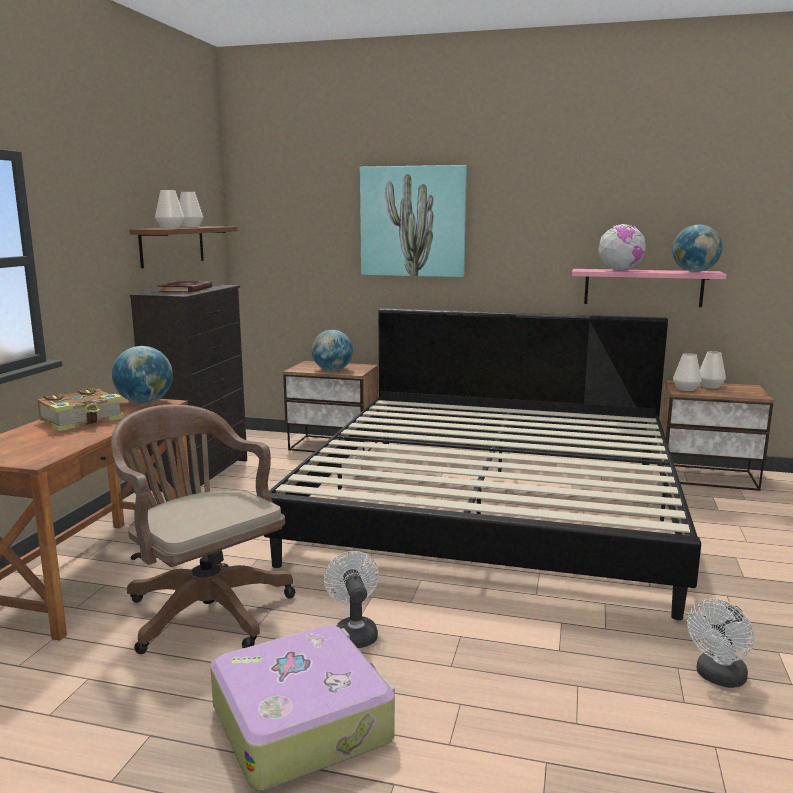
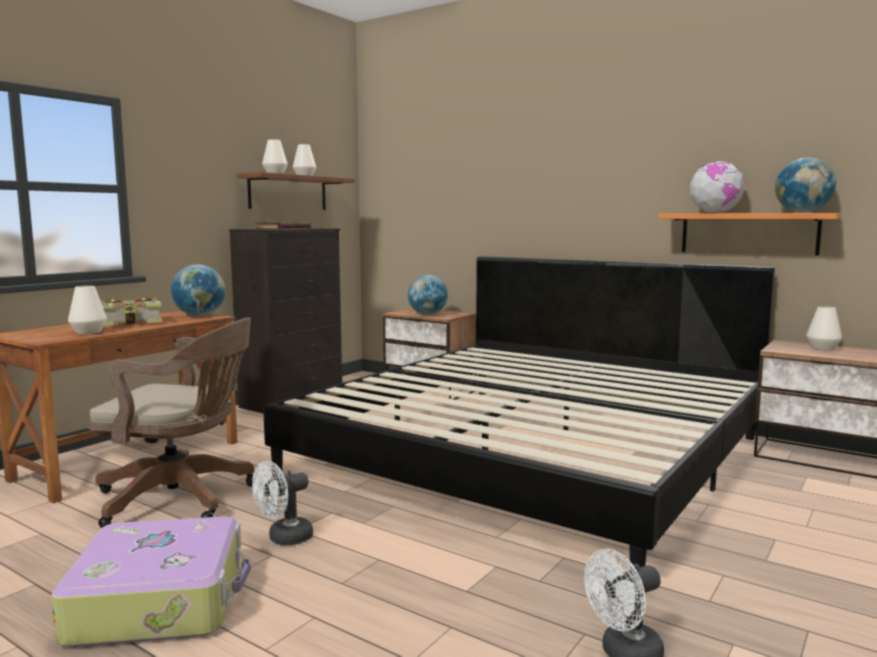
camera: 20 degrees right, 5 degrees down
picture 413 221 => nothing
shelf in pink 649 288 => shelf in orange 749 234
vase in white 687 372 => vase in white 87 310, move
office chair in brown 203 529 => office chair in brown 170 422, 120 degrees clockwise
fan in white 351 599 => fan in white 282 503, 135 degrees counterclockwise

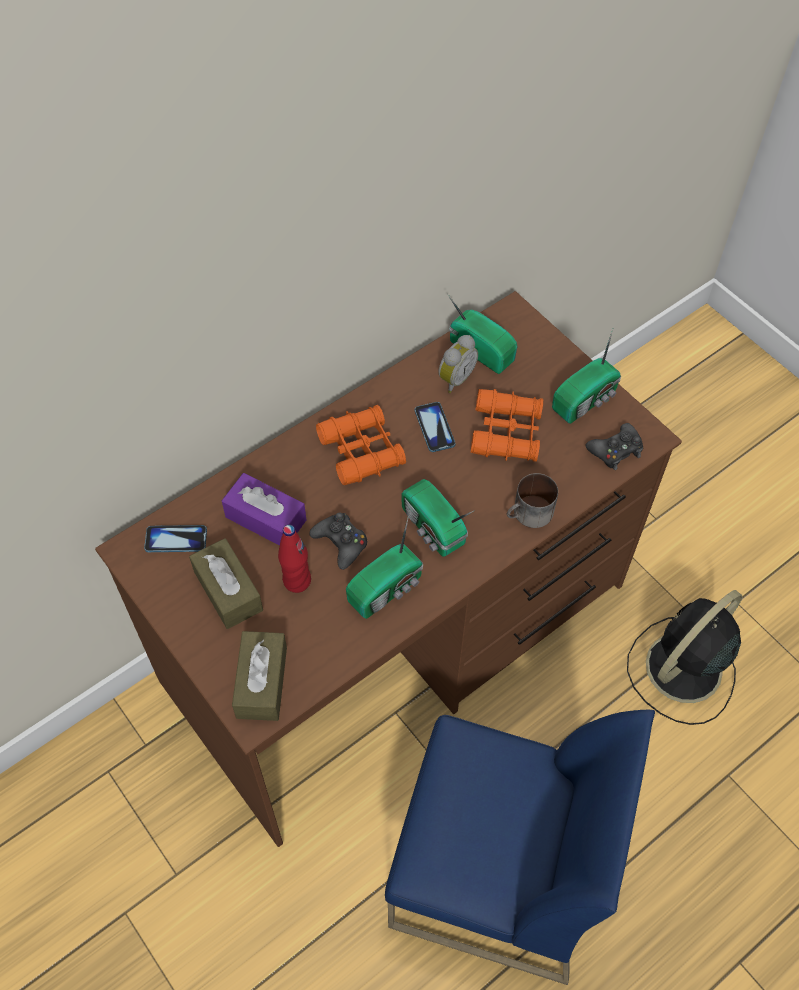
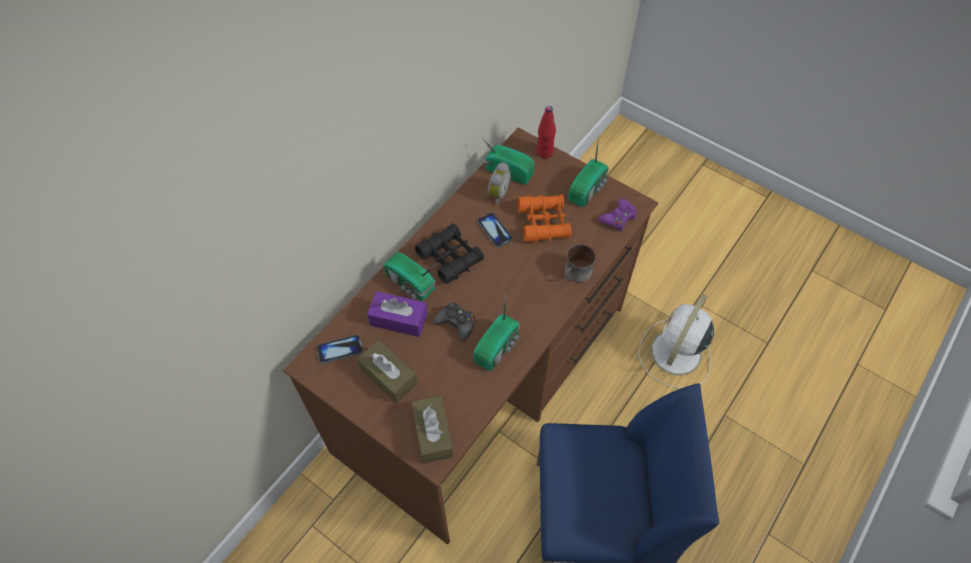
camera: 15 degrees left, 0 degrees up
binoculars in orange 361 445 => binoculars in black 449 254
game controller in black 614 446 => game controller in purple 617 214
radio 438 518 => radio 410 276, move
bottle in red 294 558 => bottle in red 546 132, move
fan in black 685 657 => fan in white 676 341

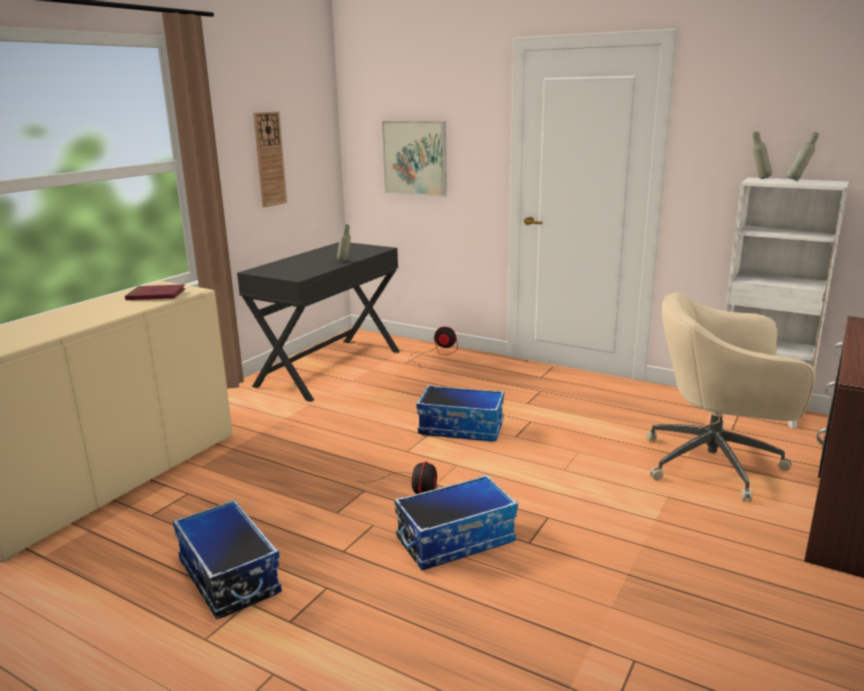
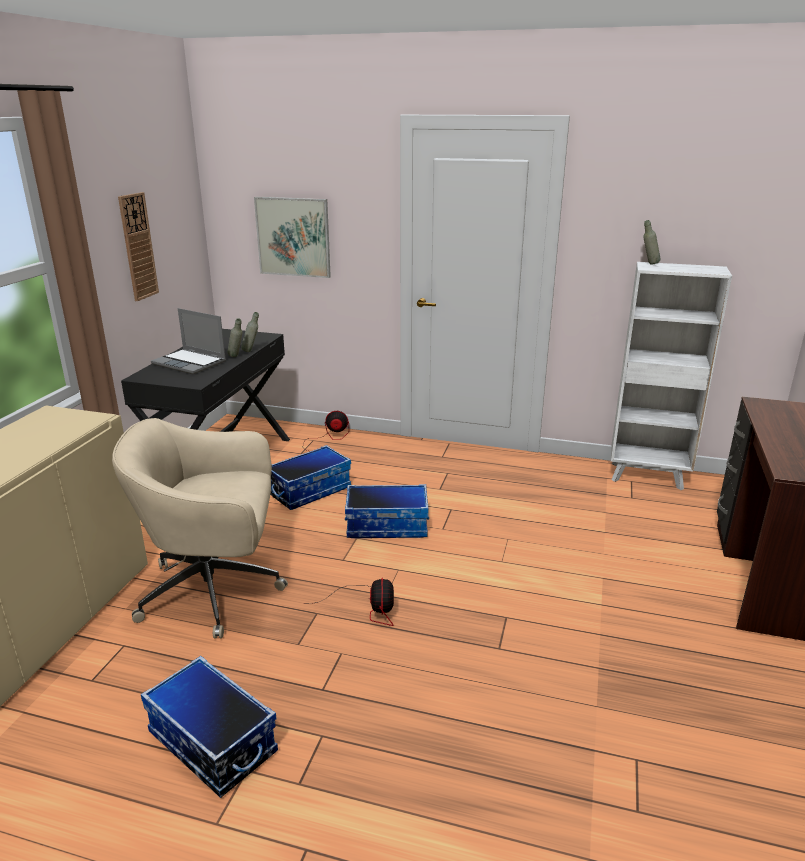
camera: 15 degrees left, 5 degrees up
bottle in grey 803 156 => bottle in grey 250 332, move
book in red 155 292 => nothing
office chair in beige 730 397 => office chair in beige 200 528, move
storage box 456 522 => storage box 310 477, move
nothing => laptop 188 341

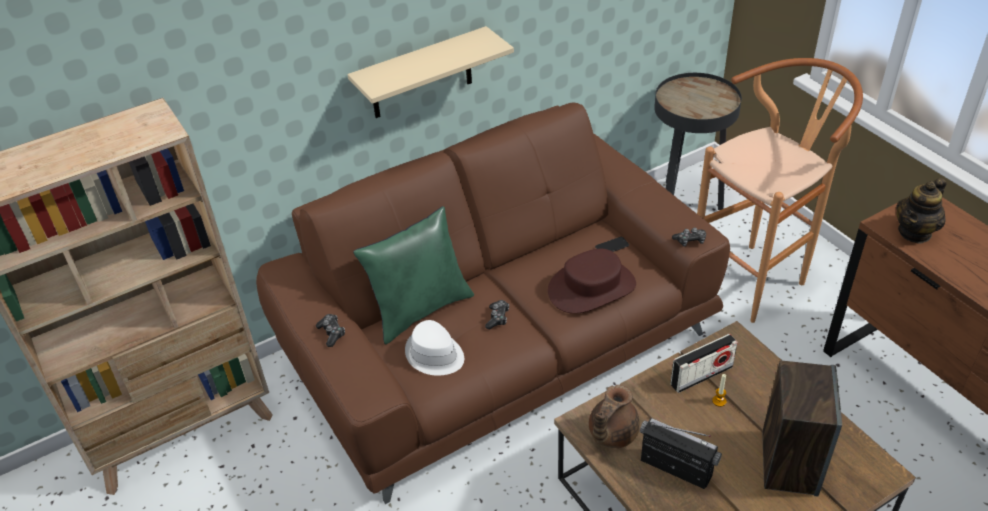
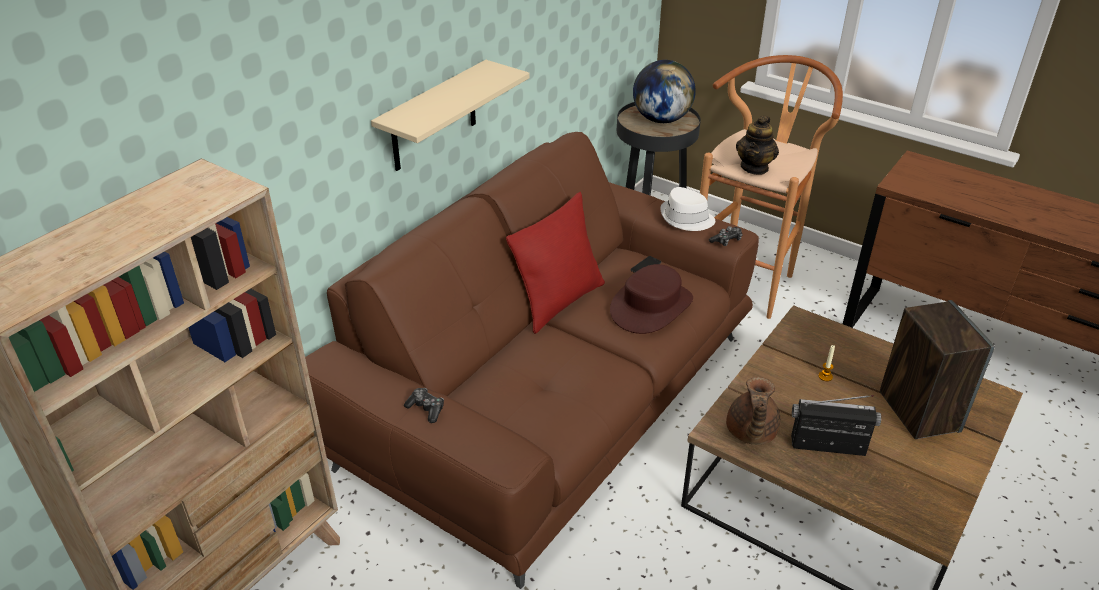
camera: 25 degrees left, 5 degrees down
teapot 921 211 => teapot 757 145, move
pillow in green 413 275 => nothing
game controller 497 314 => nothing
hat in white 434 348 => hat in white 687 209, move
radio 704 363 => nothing
nothing => globe 664 91
nothing => pillow in red 555 263

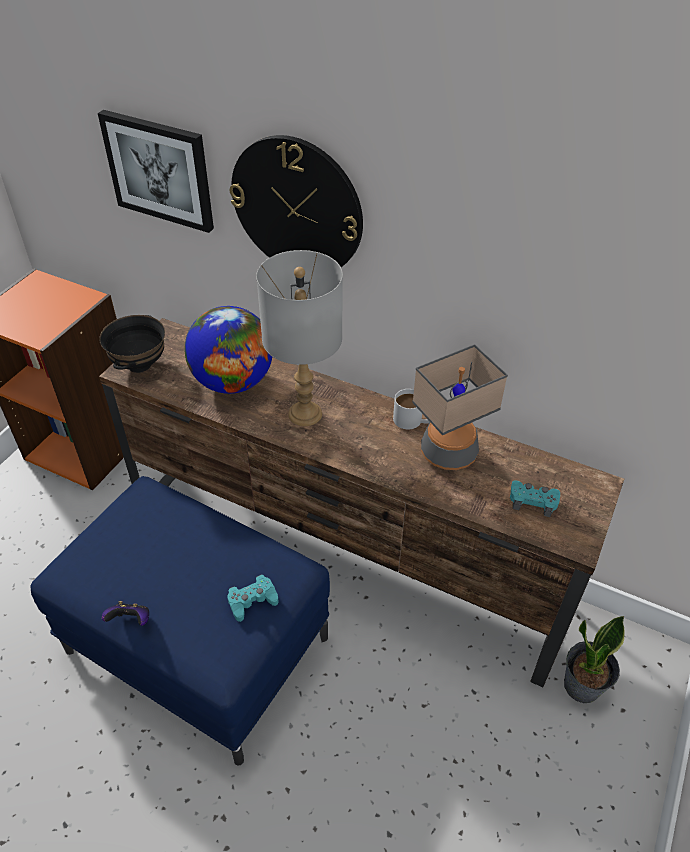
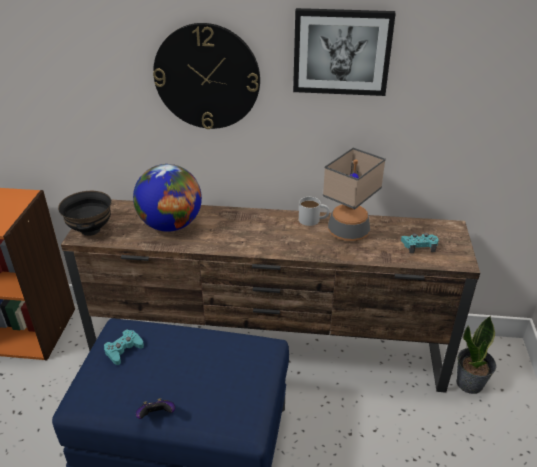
camera: 20 degrees left, 10 degrees down
picture 156 171 => picture 344 52, move
table lamp in grey 299 338 => nothing
game controller in turquoise 252 598 => game controller in turquoise 124 347, move

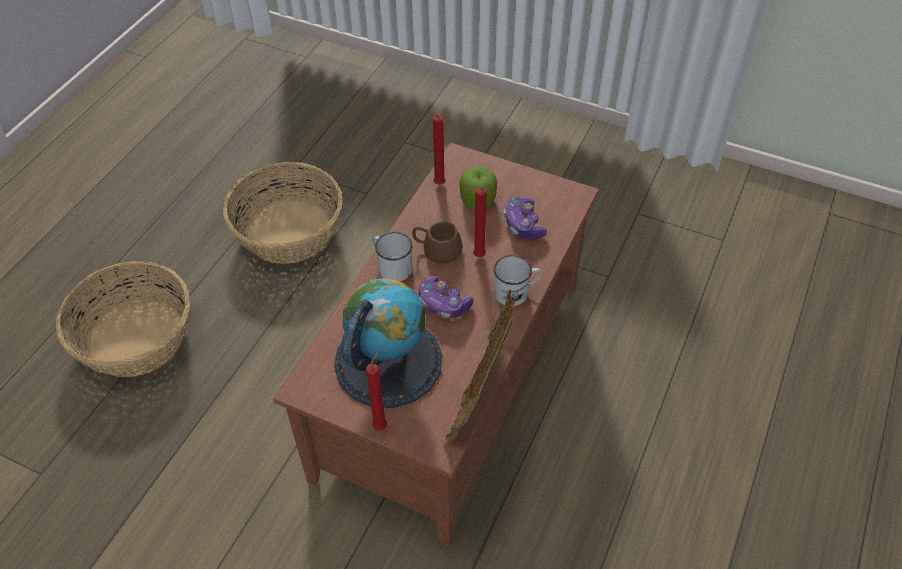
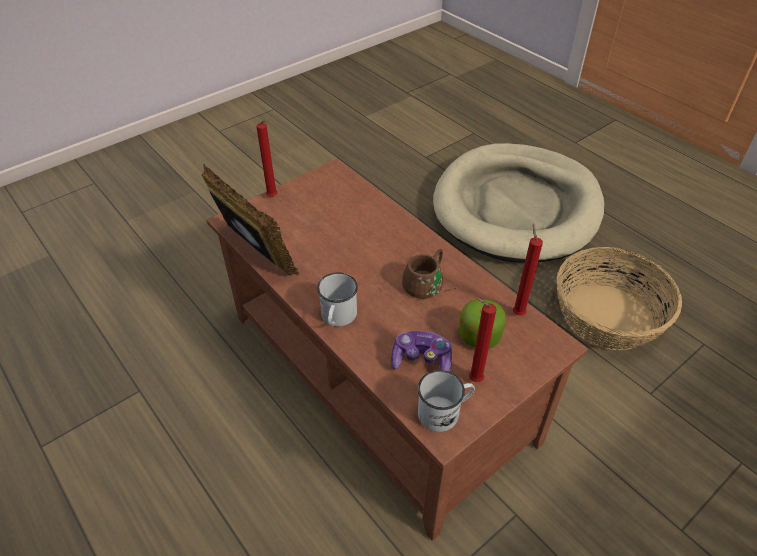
camera: 115 degrees right, 5 degrees down
candle in red 480 222 => candle in red 483 340, move
mug in white 393 256 => mug in white 446 401, move
basket 123 319 => dog bed in beige 518 203
game controller 446 297 => nothing
globe 388 343 => nothing

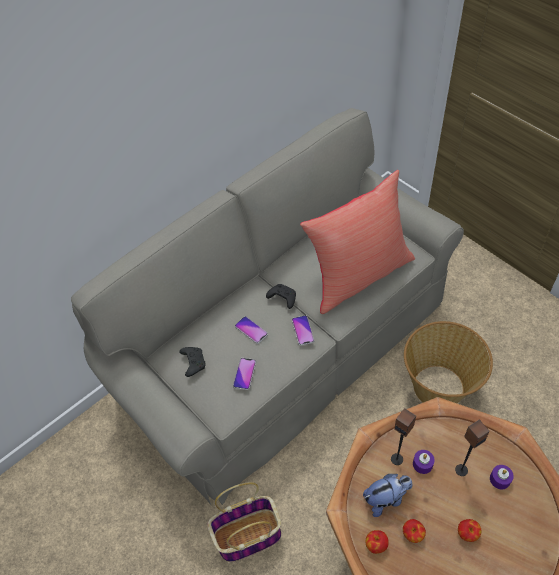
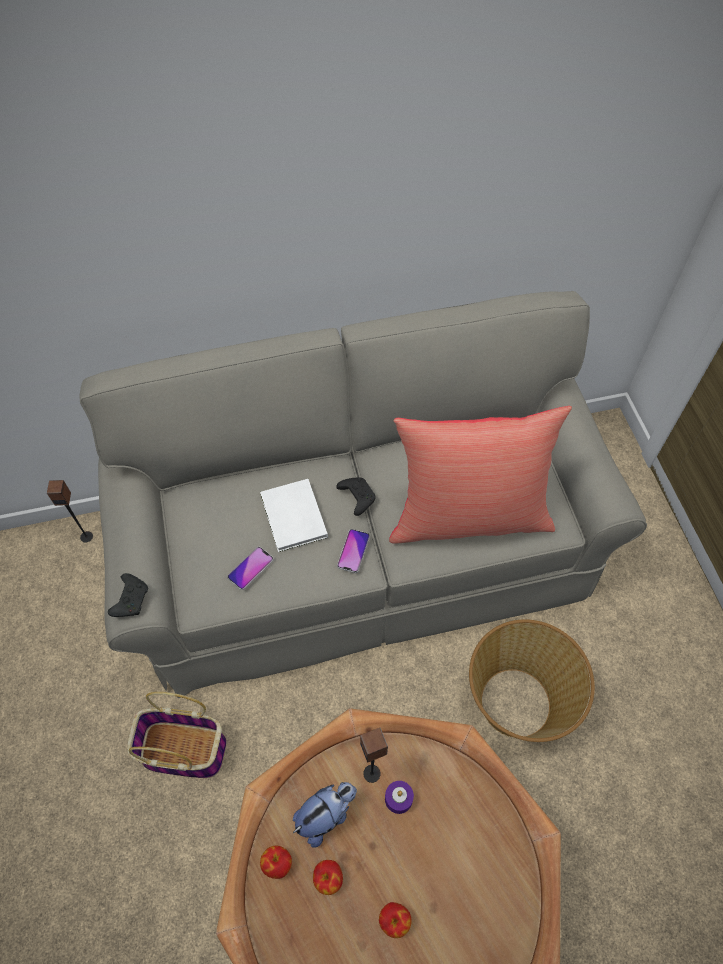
camera: 25 degrees right, 5 degrees up
phone 251 330 => book in white 294 515
game controller in black 192 362 => game controller in black 128 595, move
speaker 472 448 => speaker 70 511, move
candle in purple 502 477 => nothing
plush toy 387 495 => plush toy 325 815, 45 degrees counterclockwise

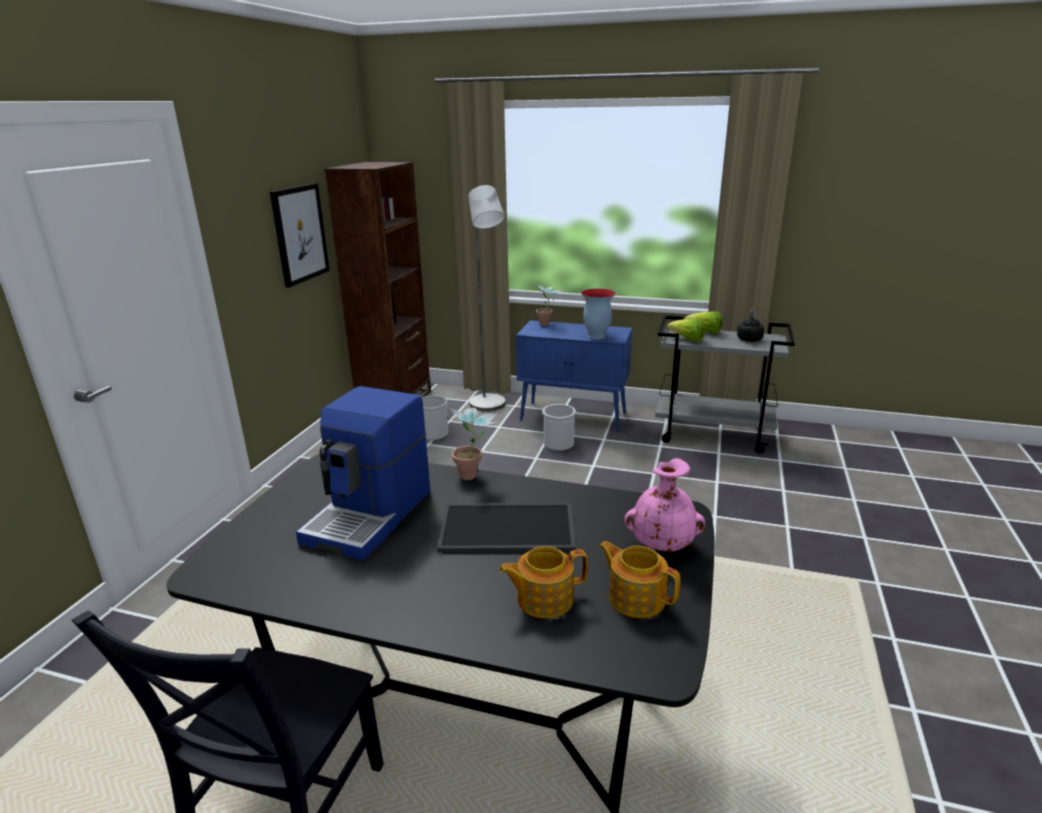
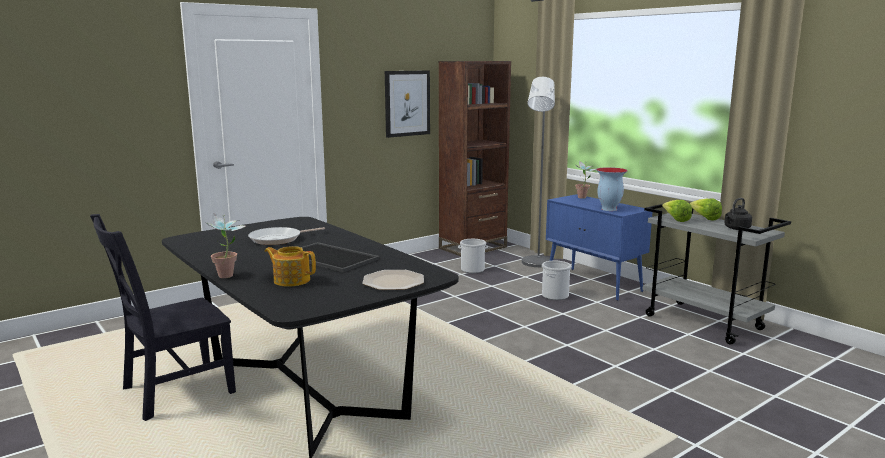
camera: 35 degrees right, 10 degrees down
coffee machine 363 473 => frying pan 286 236
potted plant 473 443 => potted plant 225 245, move
vase in pink 664 505 => plate 393 280
teapot 639 579 => nothing

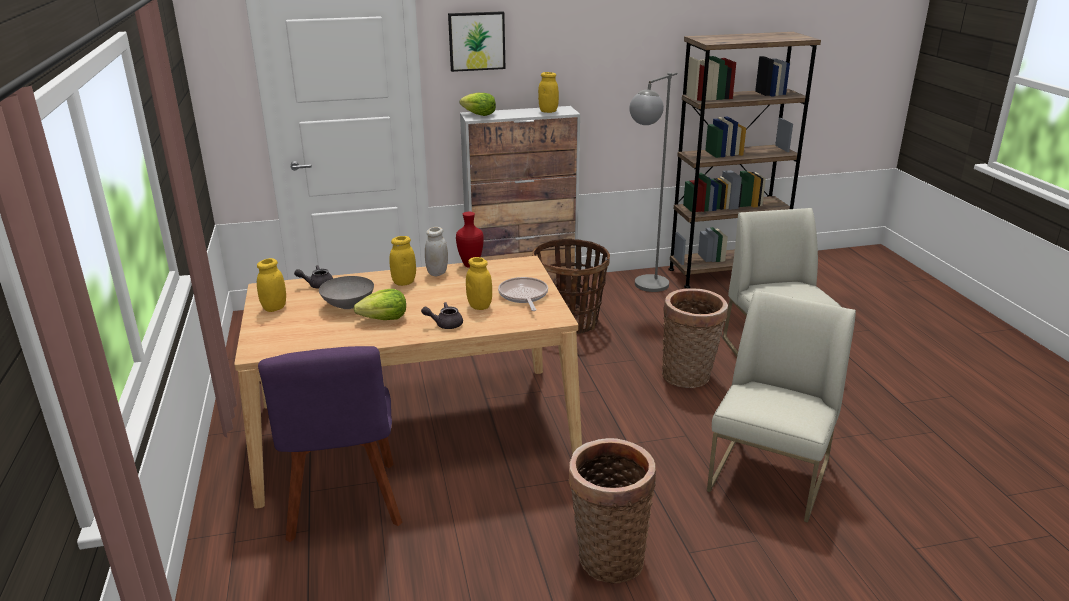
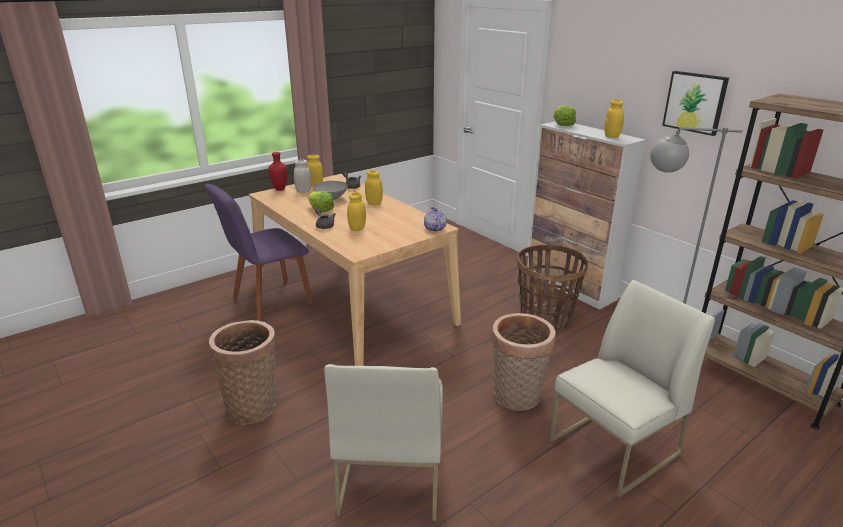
camera: 65 degrees right, 0 degrees up
picture 476 41 => picture 695 103, move
vase in red 470 240 => vase in red 278 171, move
jar in white 436 251 => jar in white 302 176, move
frying pan 523 294 => nothing
chair in white 781 406 => chair in white 384 442, 90 degrees clockwise
nothing => teapot 435 219

